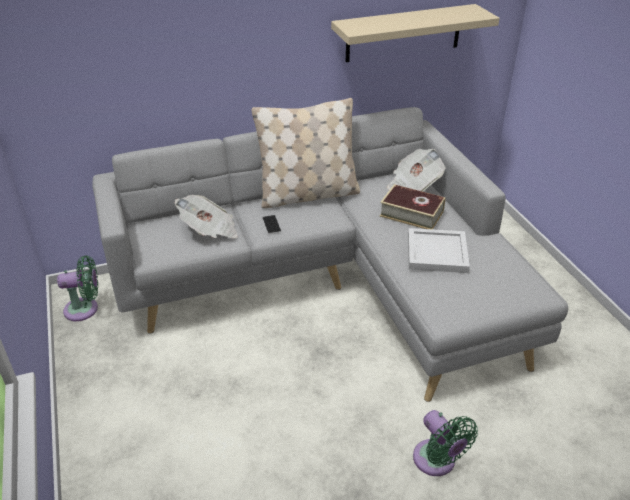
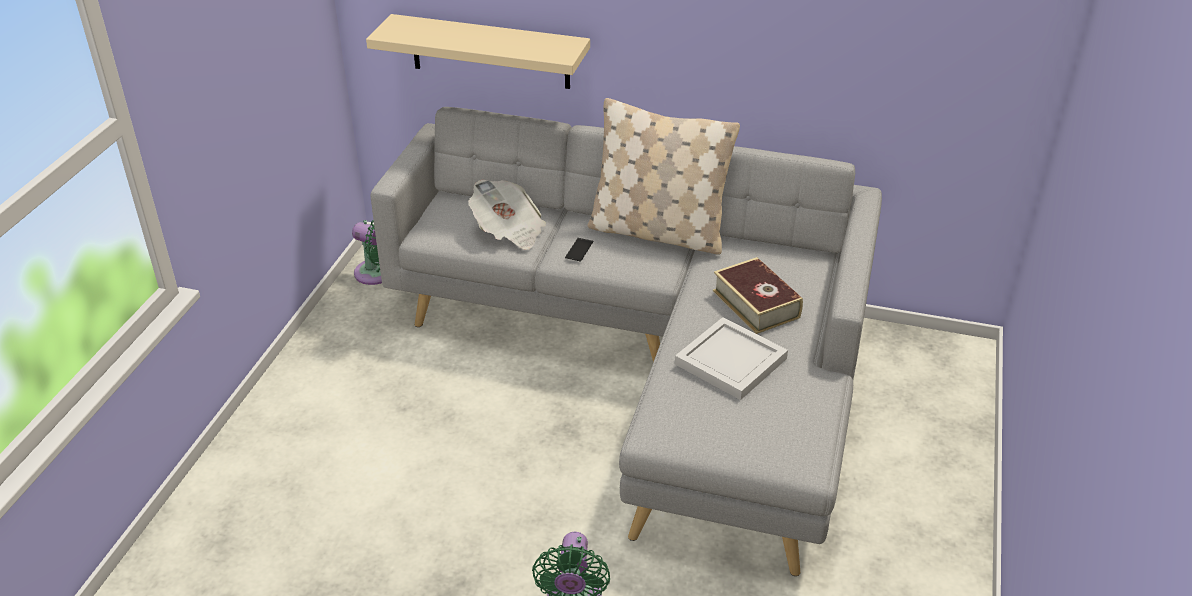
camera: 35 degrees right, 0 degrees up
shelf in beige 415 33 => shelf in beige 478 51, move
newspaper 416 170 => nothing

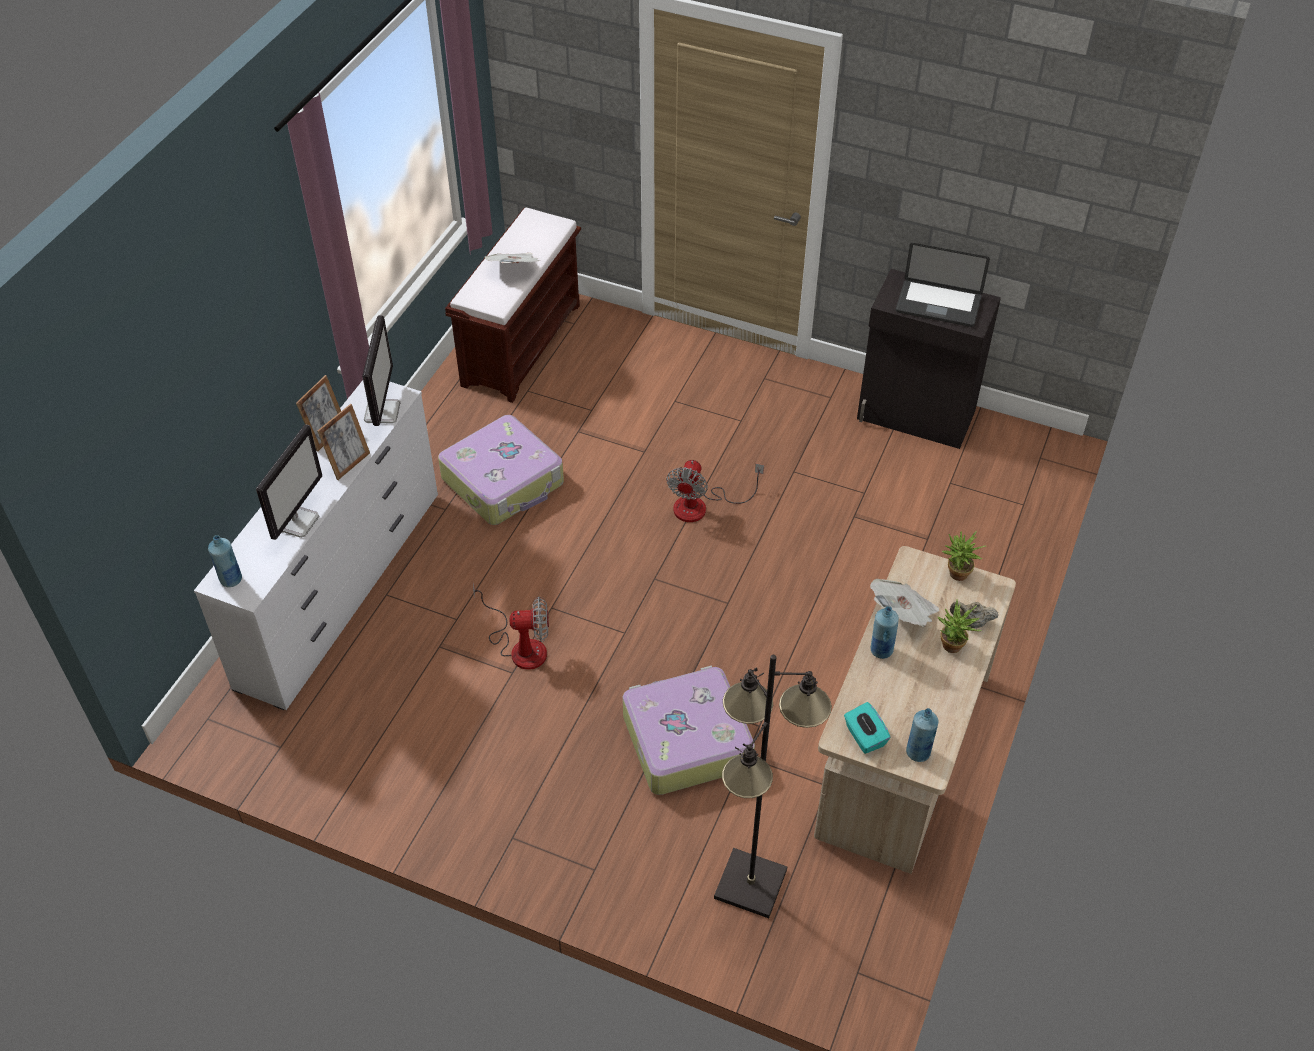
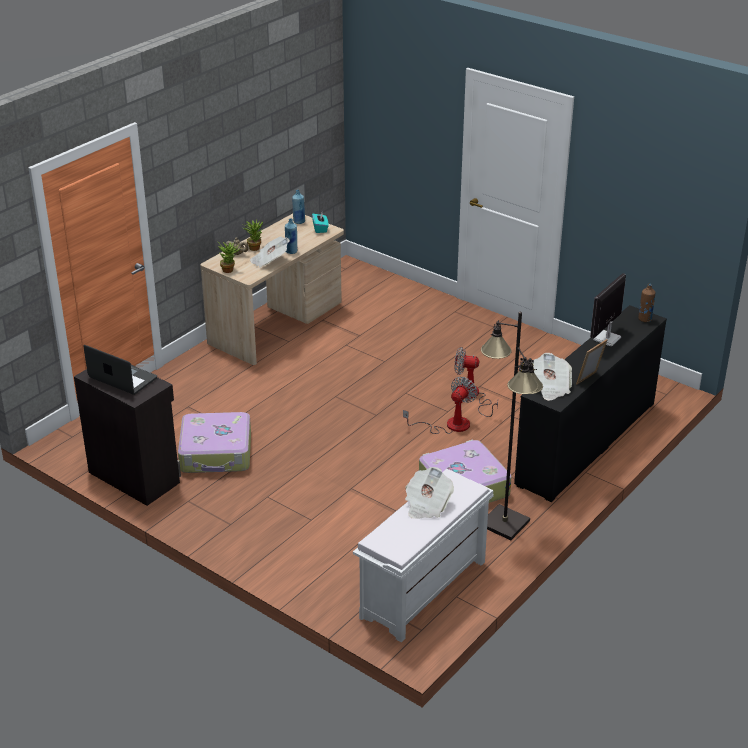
camera: 165 degrees left, 15 degrees down
bench in brown 513 305 => bench in white 423 555
monitor 381 370 => newspaper 552 377
dresser in white 316 545 => dresser in black 590 404
picture frame 343 442 => nothing
fan 715 491 => fan 440 405, move
bottle in blue 225 561 => bottle in brown 646 303
floor lamp in black 773 786 => floor lamp in black 512 426, move
suitcase 689 730 => suitcase 214 442, move

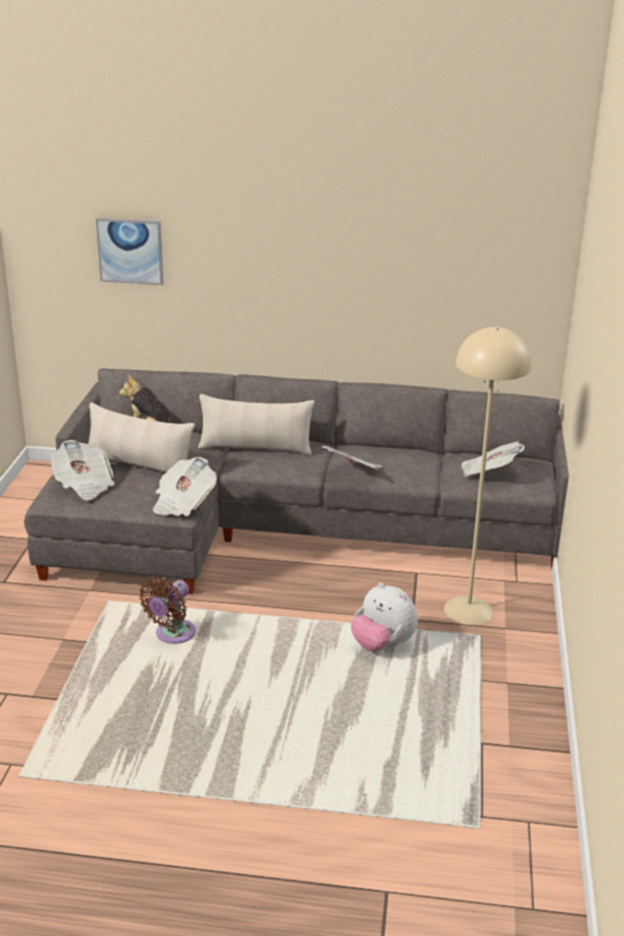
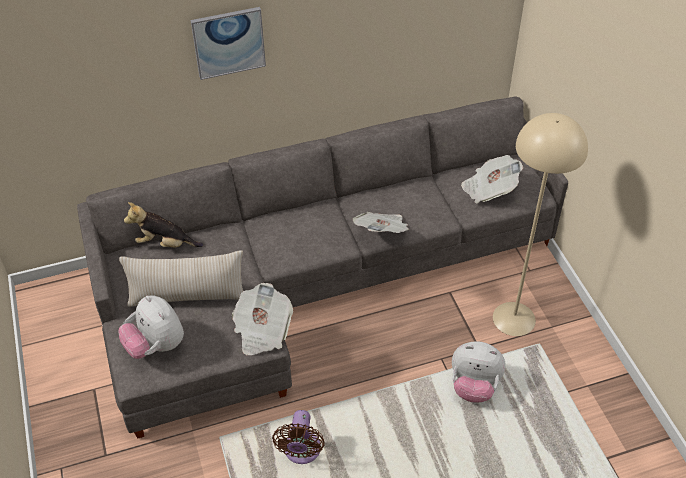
camera: 25 degrees left, 20 degrees up
picture 129 251 => picture 228 43, move
pillow in beige 256 424 => nothing
newspaper 83 470 => plush toy 151 327

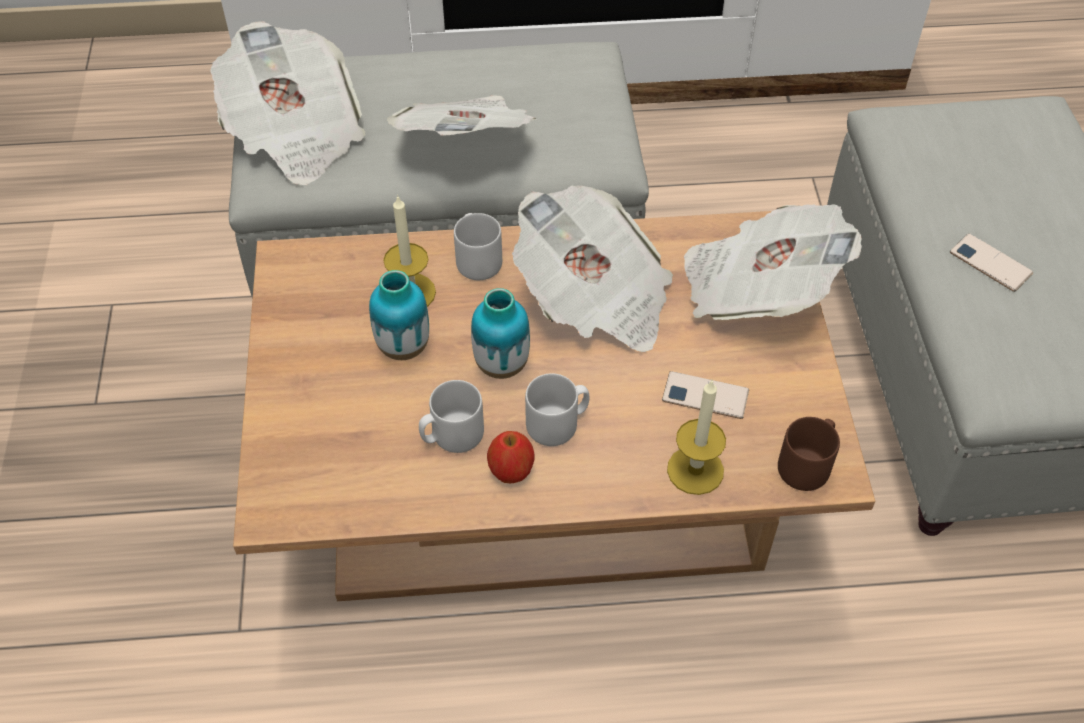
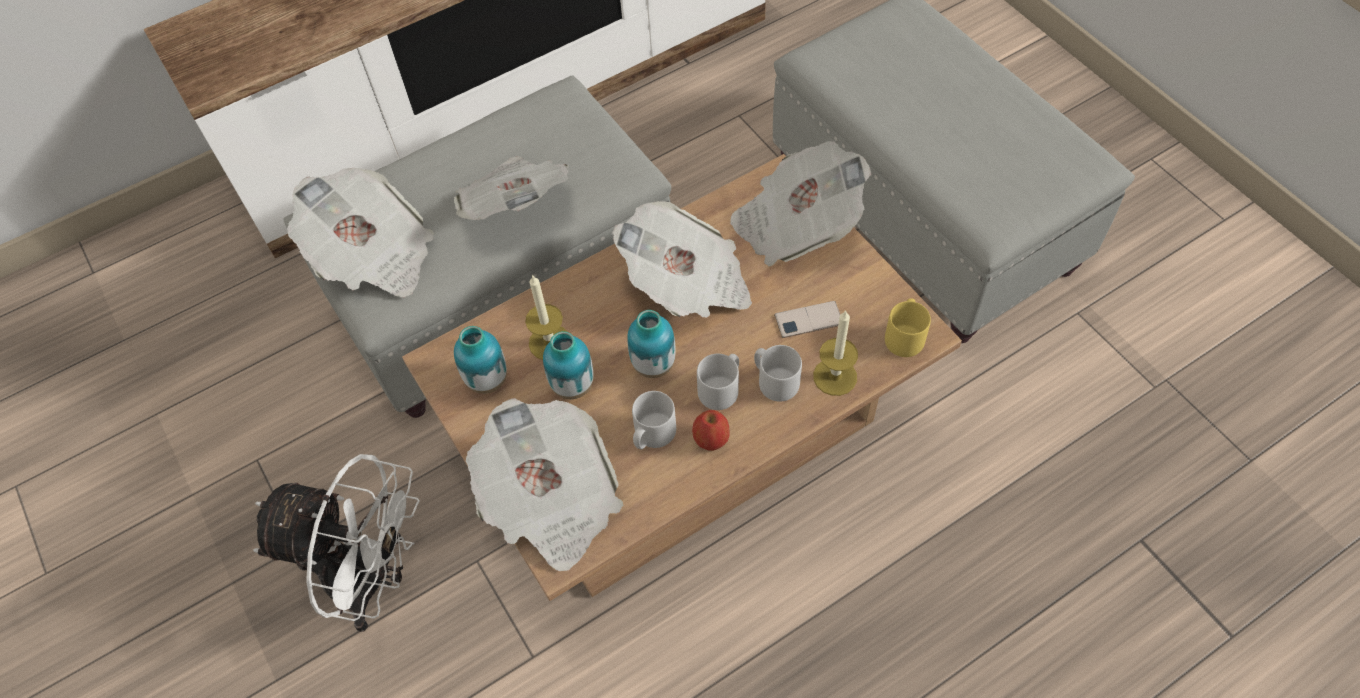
camera: 25 degrees left, 5 degrees up
mug in grey 478 246 => mug in grey 778 373, move
phone 991 262 => nothing
mug in brown 809 454 => mug in yellow 908 327
nothing => vase 480 360
nothing => newspaper 544 484
nothing => fan in white 336 543

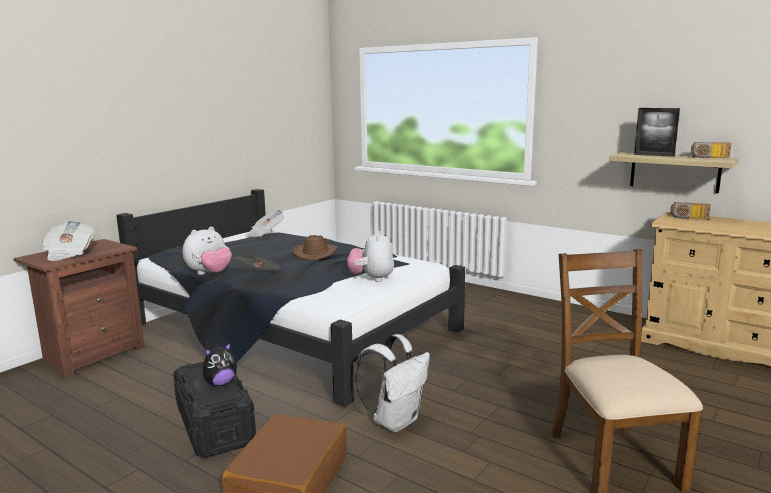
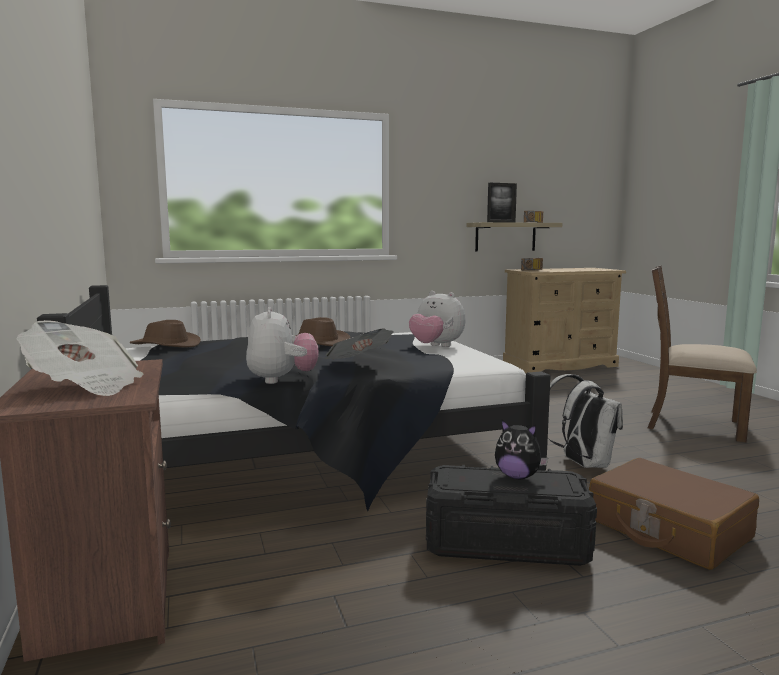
camera: 55 degrees left, 5 degrees down
newspaper 265 223 => hat in brown 165 333
plush toy 220 364 => plush toy 521 449, 120 degrees clockwise

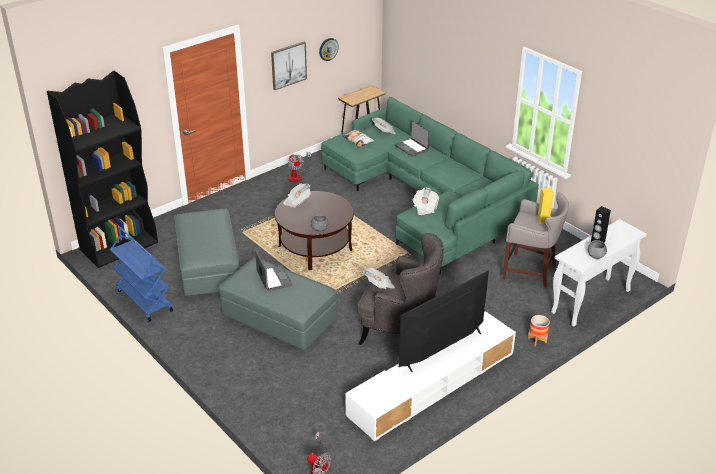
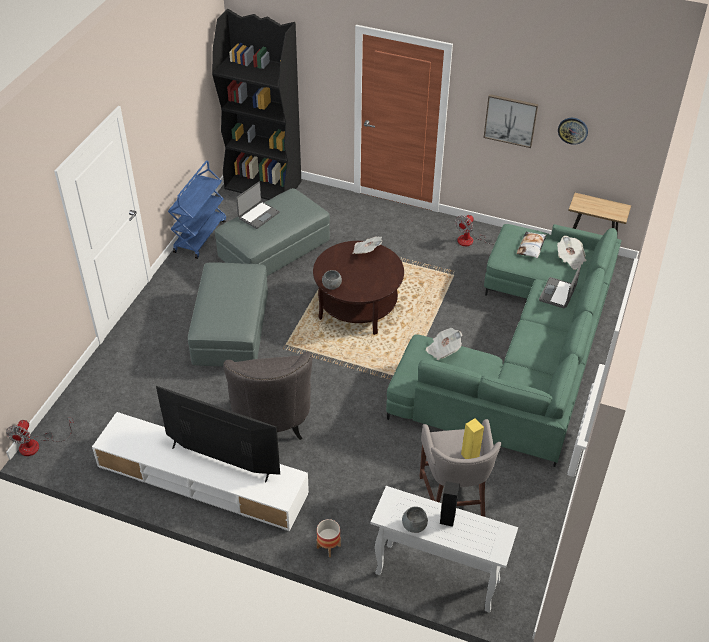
camera: 60 degrees right, 10 degrees up
laptop 273 271 => laptop 258 205, move
newspaper 379 278 => nothing

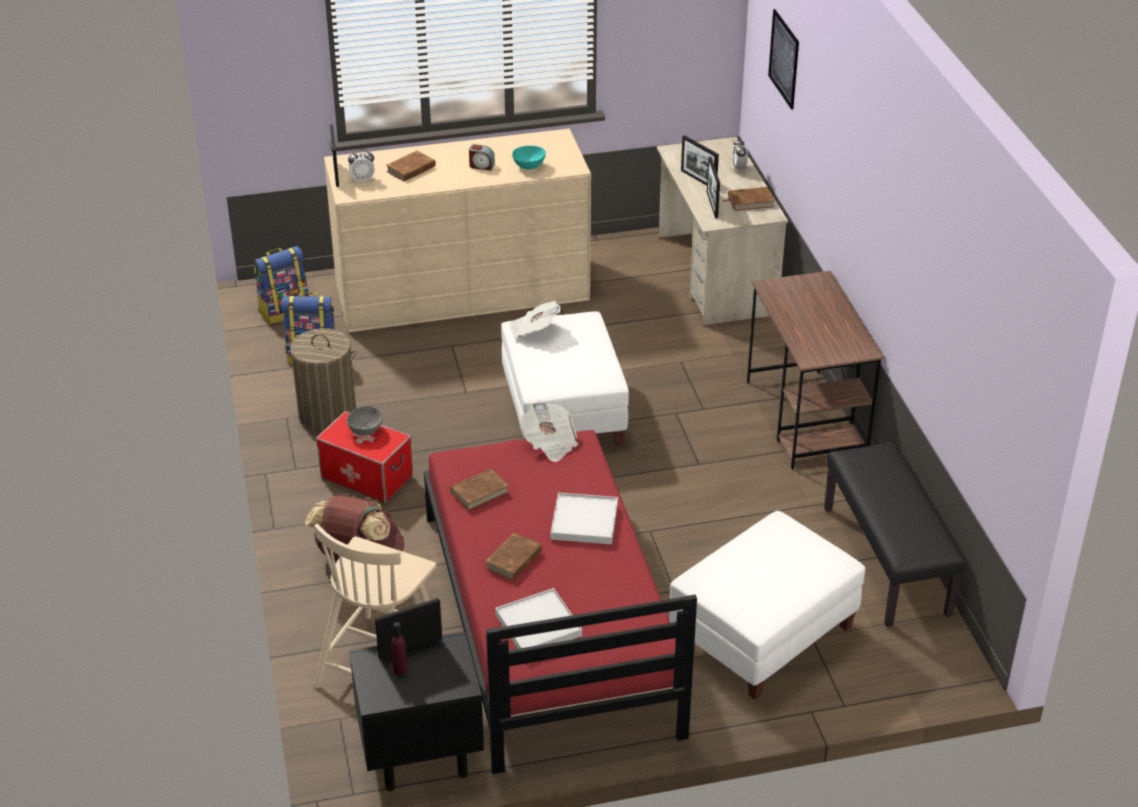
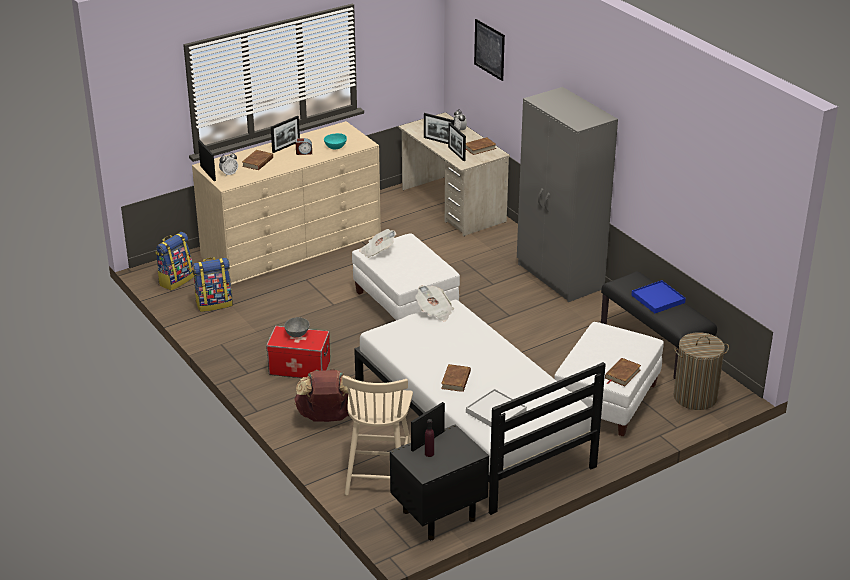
camera: 20 degrees left, 5 degrees down
desk in brown 815 370 => wardrobe in grey 567 194
laundry basket 320 379 => laundry basket 701 371, move
bed in red 560 602 => bed in white 480 407
book in brown 478 489 => book in brown 623 372, move
tray in white 584 518 => nothing
nothing => picture frame 285 134
nothing => tray in blue 659 296

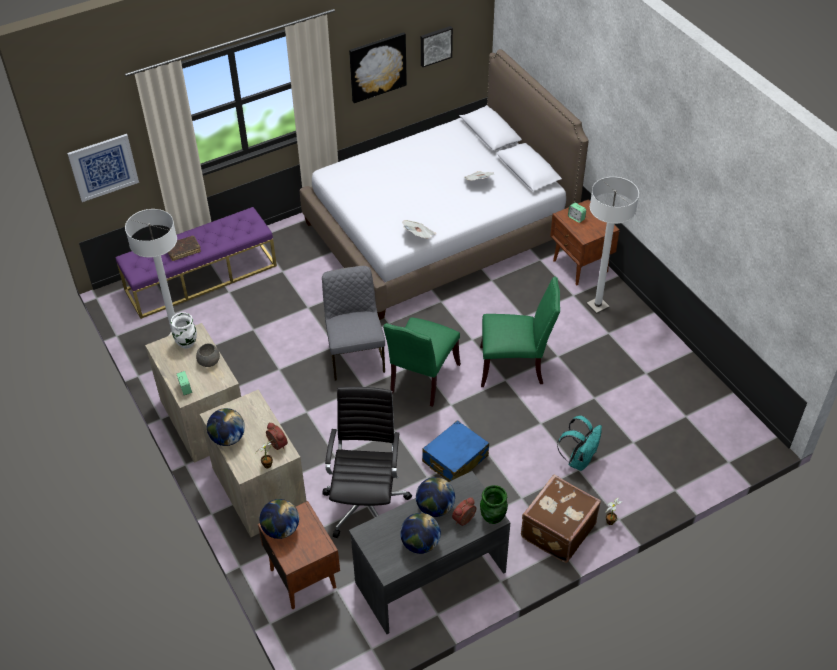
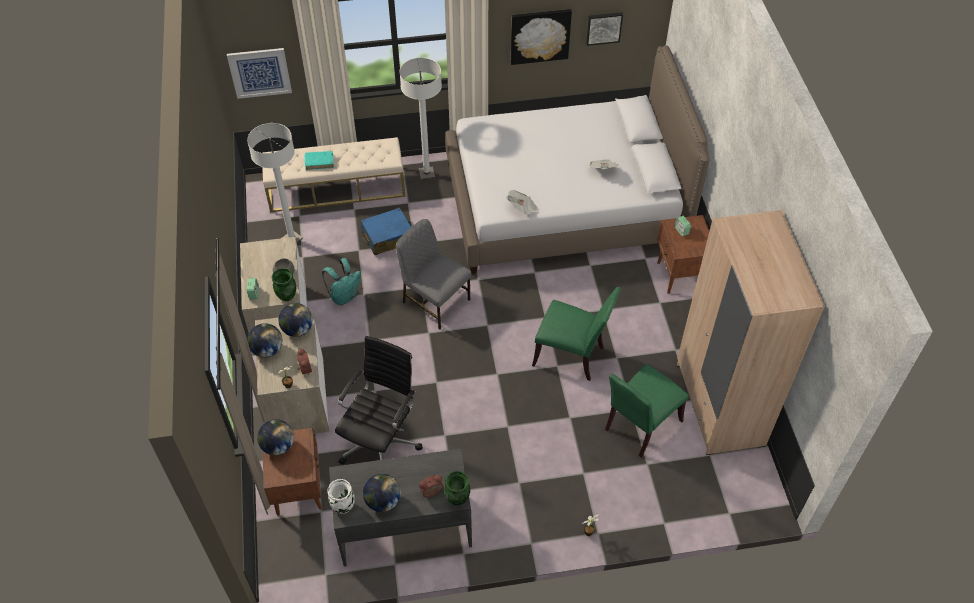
camera: 20 degrees right, 5 degrees up
floor lamp in white 612 245 => floor lamp in white 420 119, move
bench in purple 196 263 => bench in beige 334 175
book in brown 184 248 => book in turquoise 319 160
chair in grey 353 323 => chair in grey 434 274, 60 degrees counterclockwise
vase in white 183 330 => vase in white 341 496, move
chair in green 422 362 => chair in green 647 410, move
backpack in turquoise 579 443 => backpack in turquoise 341 281, move
suitcase in blue 455 451 => suitcase in blue 385 231, move
suitcase in brown 561 519 => nothing
globe 435 497 => globe 295 320, move
nothing => wardrobe in beige 751 332
nothing => vase in green 284 284

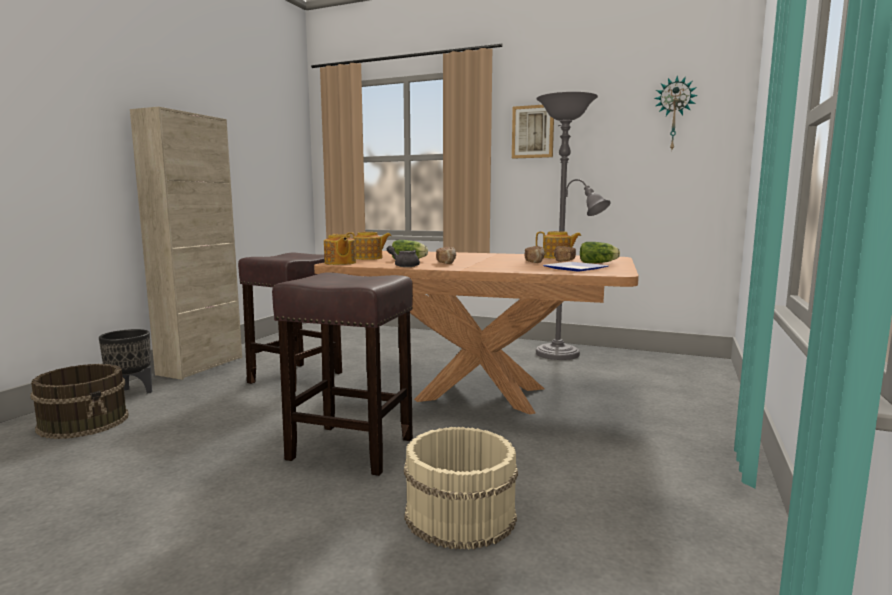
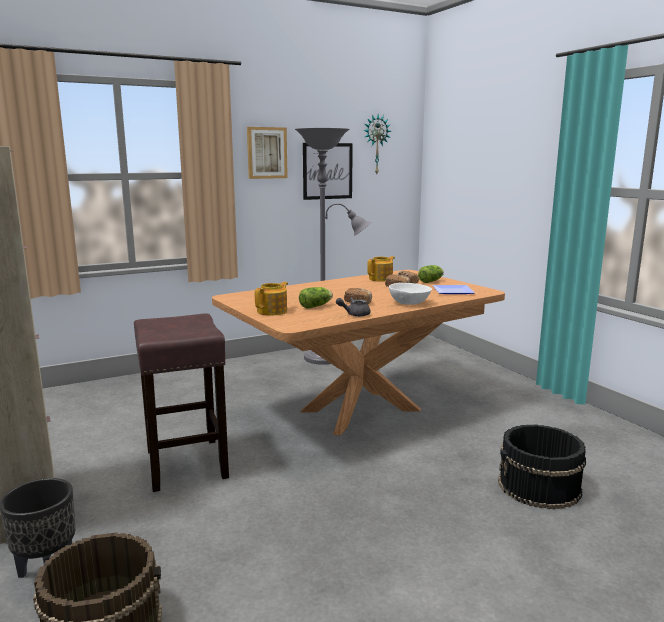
camera: 50 degrees left, 5 degrees up
teapot 340 249 => nothing
stool in brown 342 374 => nothing
bucket in beige 461 488 => bucket in black 542 467
nothing => picture 328 171
nothing => bowl in white 410 294

